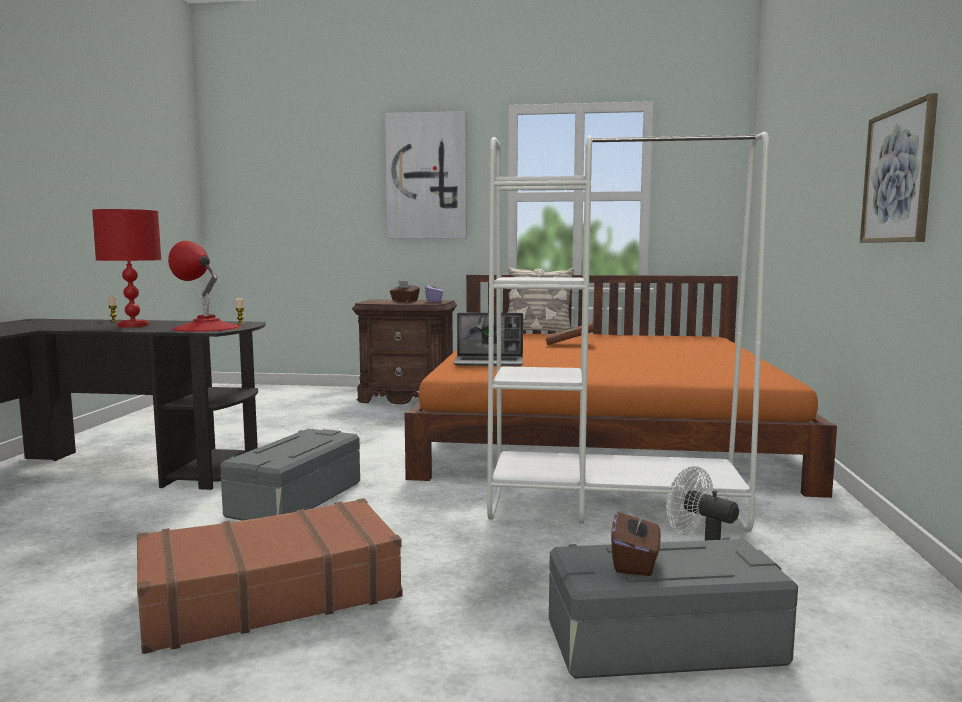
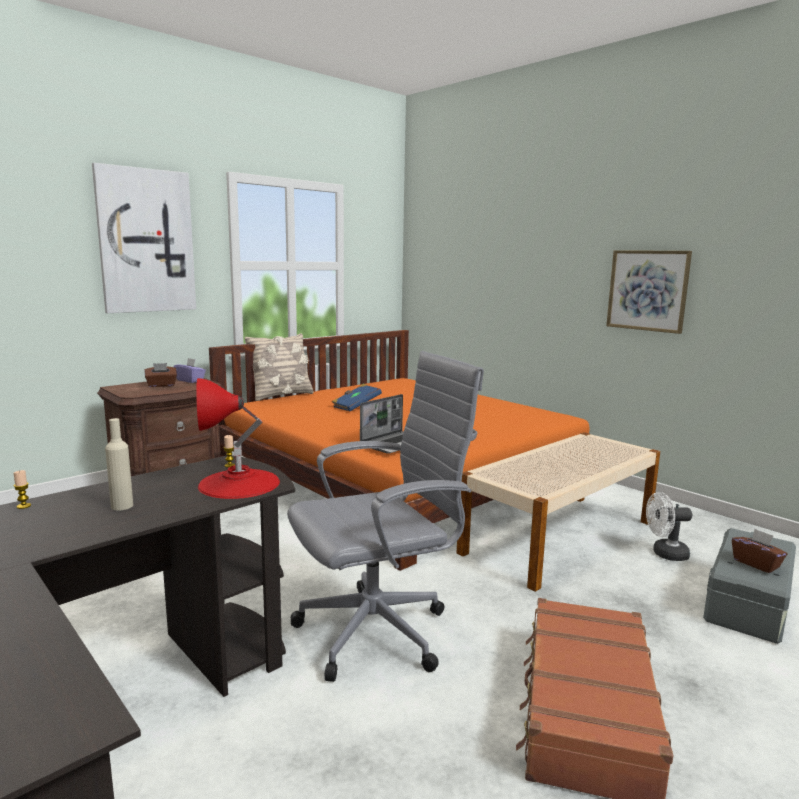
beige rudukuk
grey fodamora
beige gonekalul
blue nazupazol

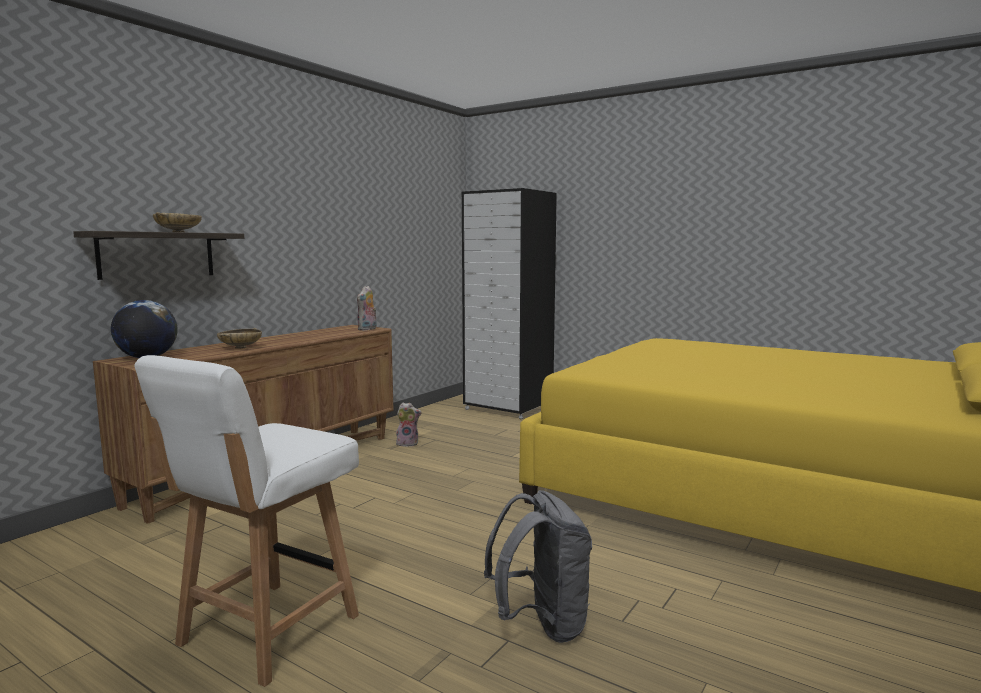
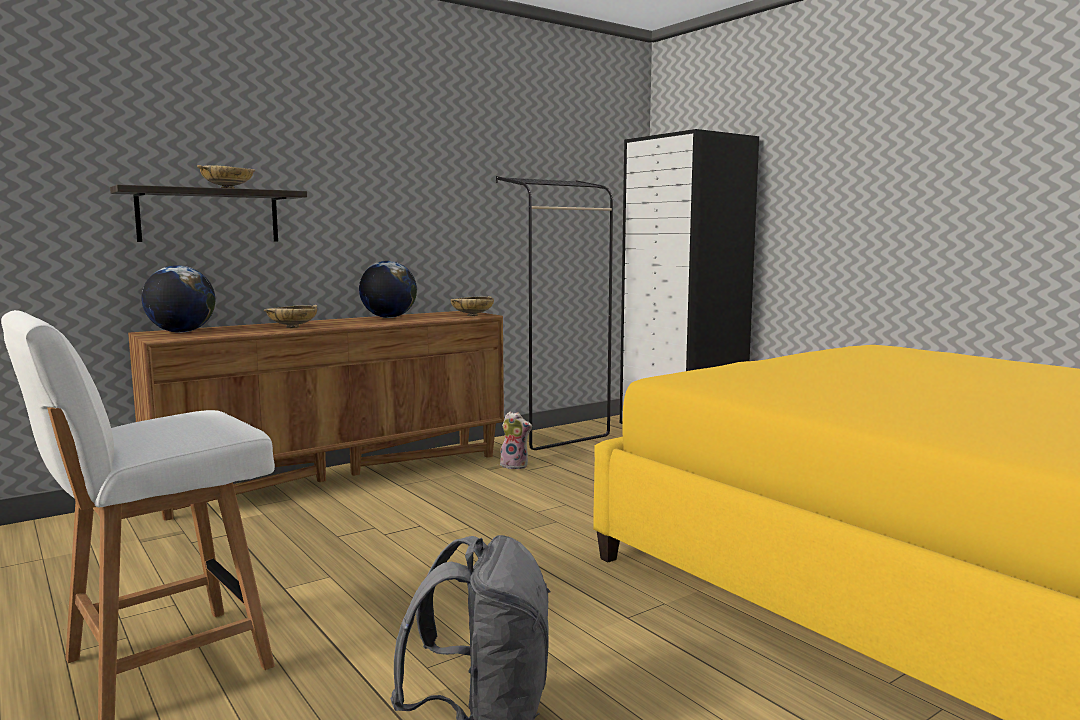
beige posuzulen (3rd from left)
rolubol (2nd from left)
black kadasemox

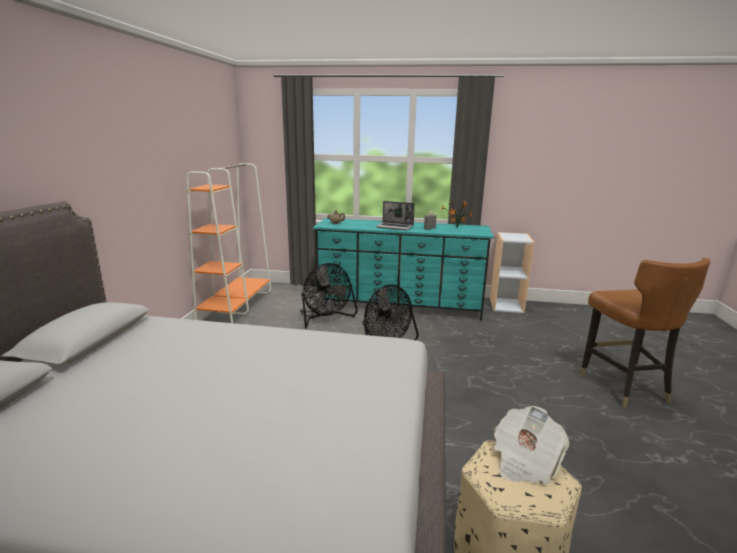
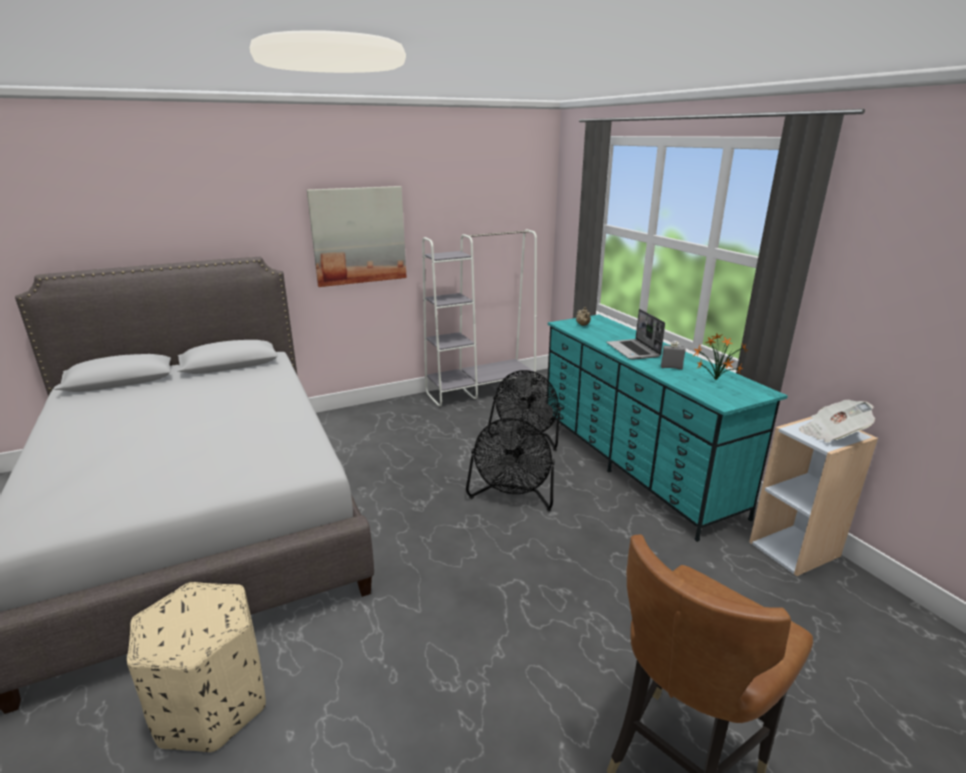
grey kadasemox
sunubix
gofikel

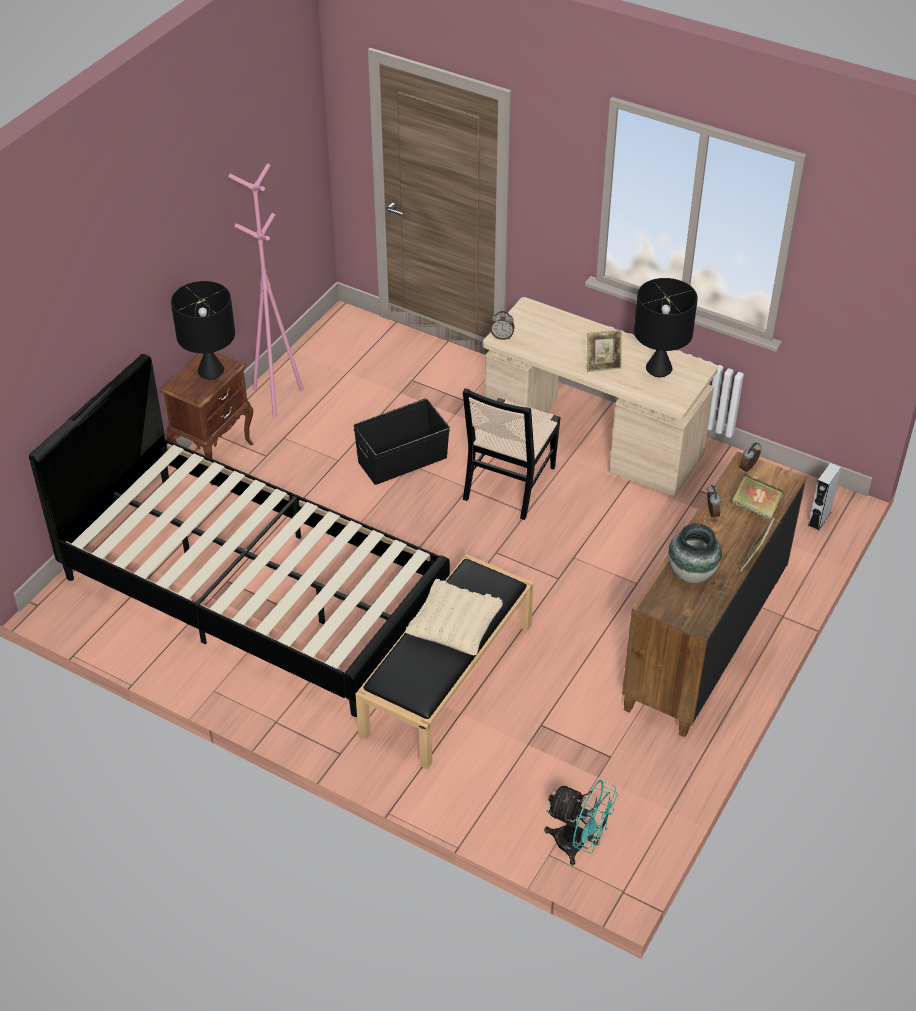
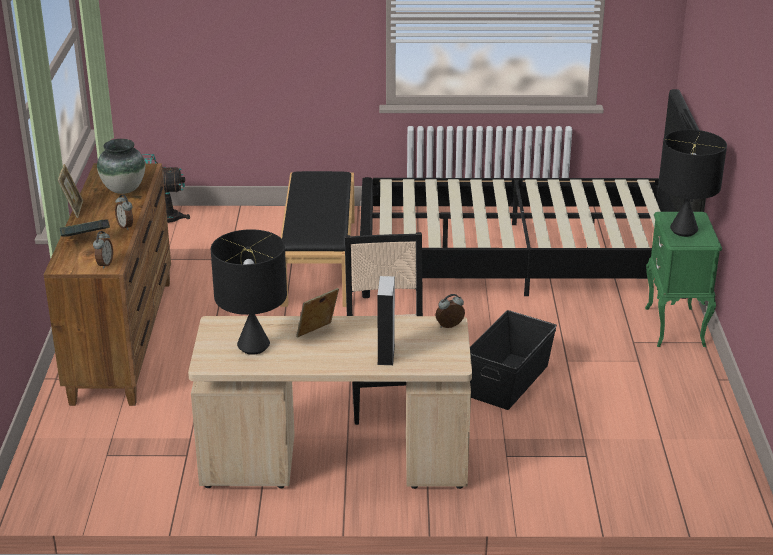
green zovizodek
pink kadasemox
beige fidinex
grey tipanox

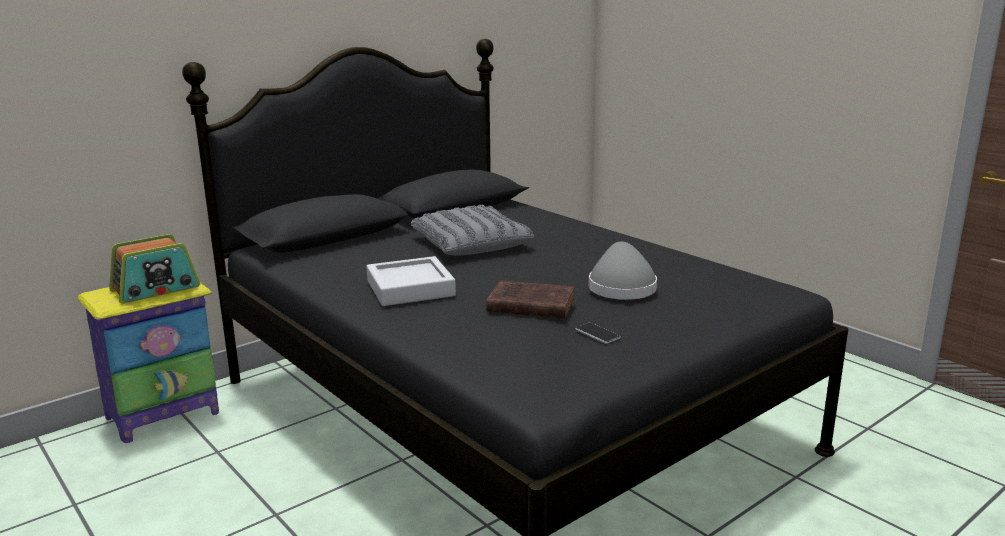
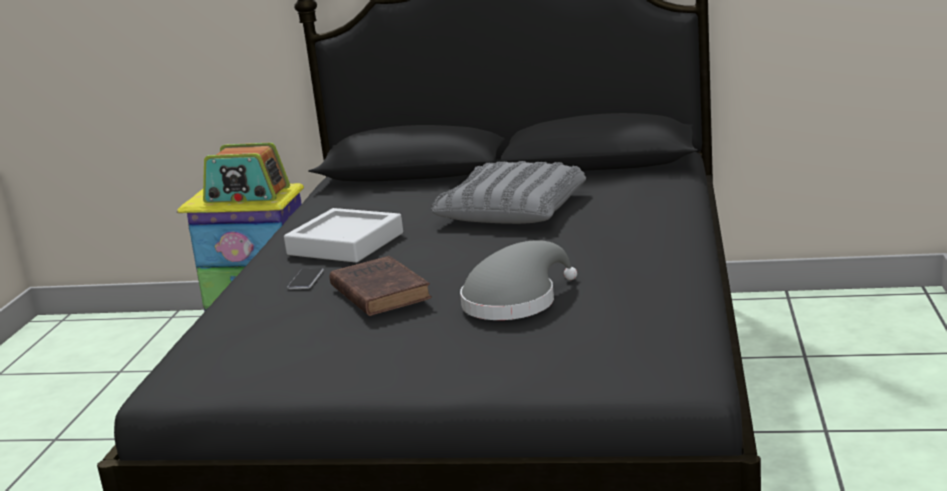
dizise

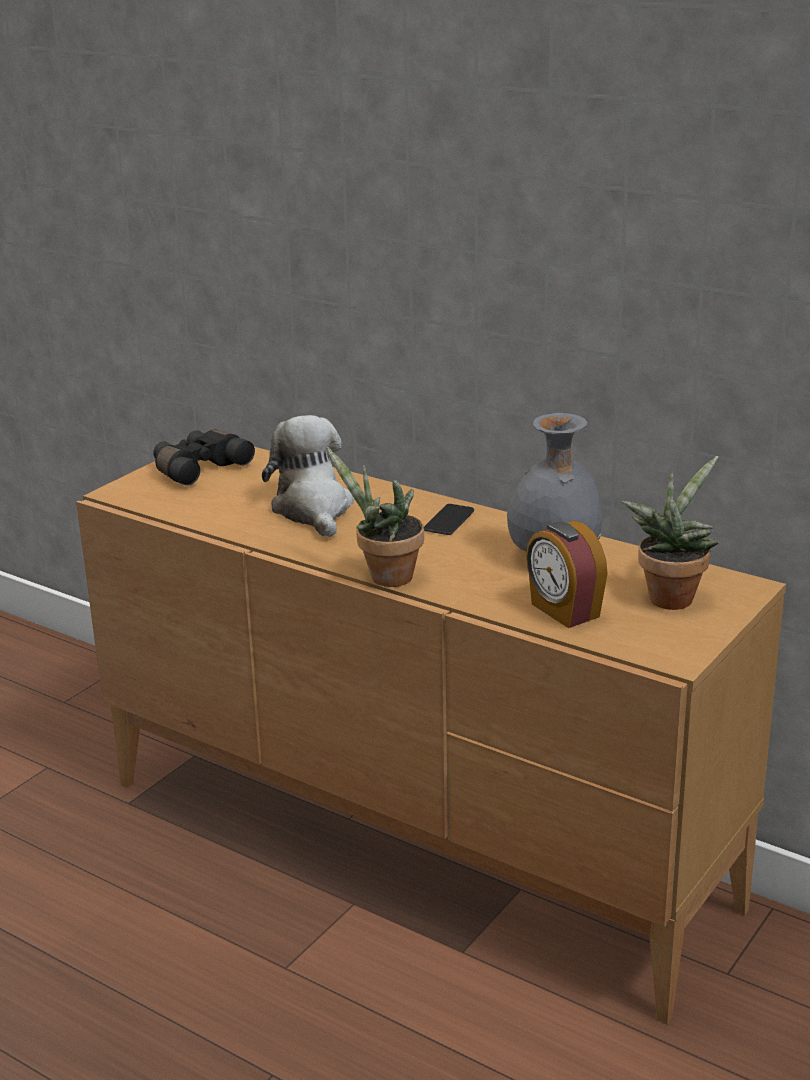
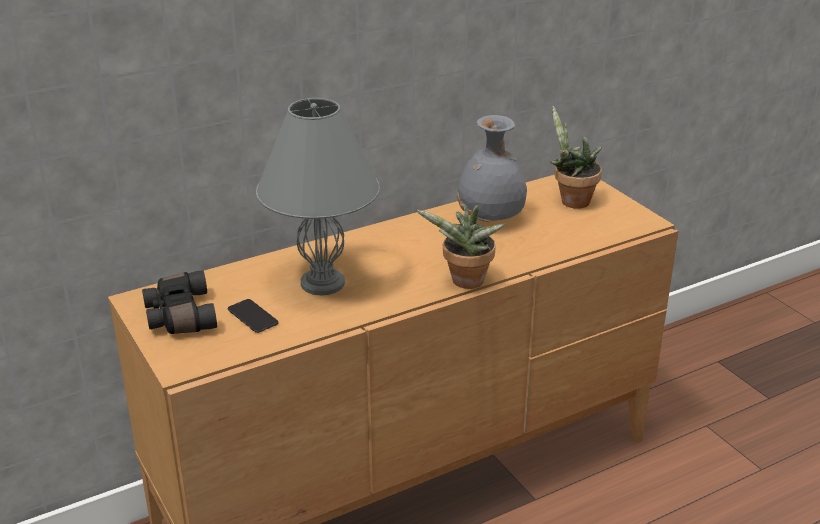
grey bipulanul
dizise
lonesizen

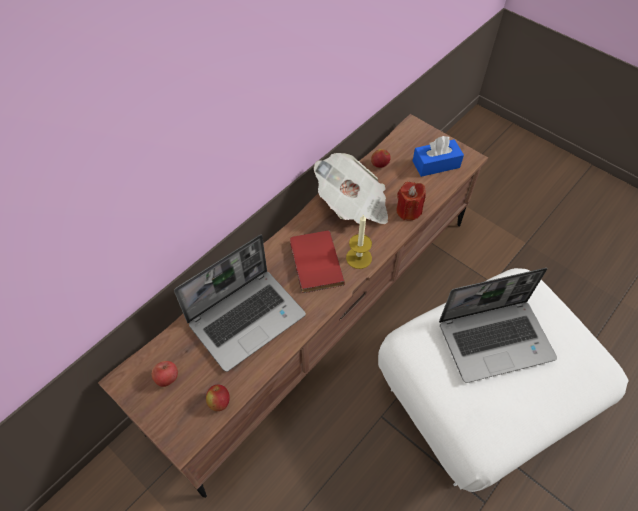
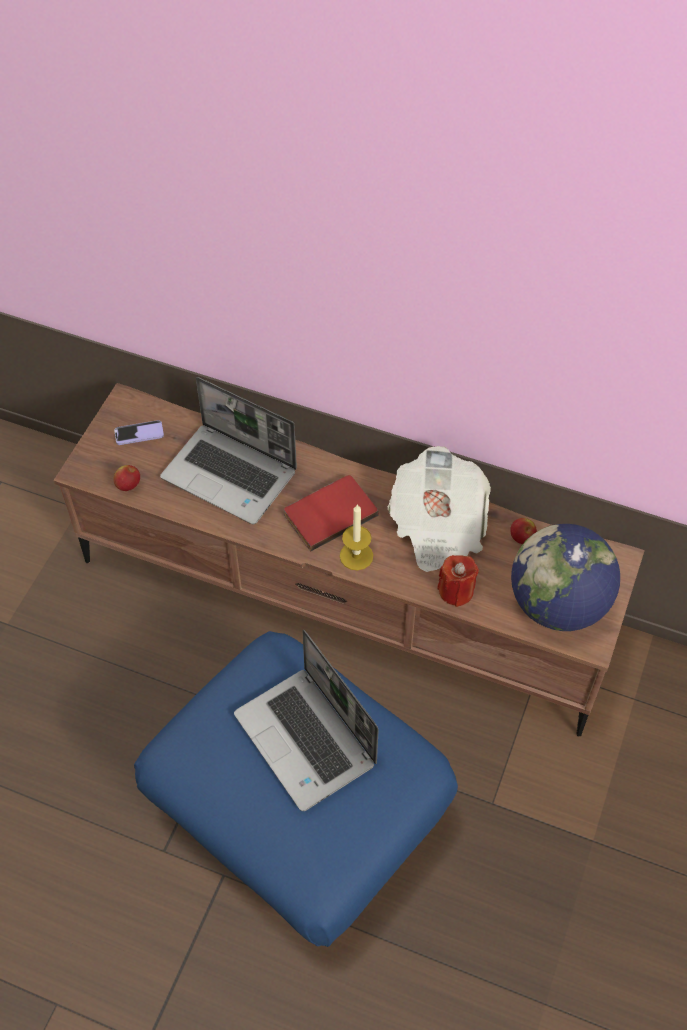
dizise
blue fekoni
rolubol

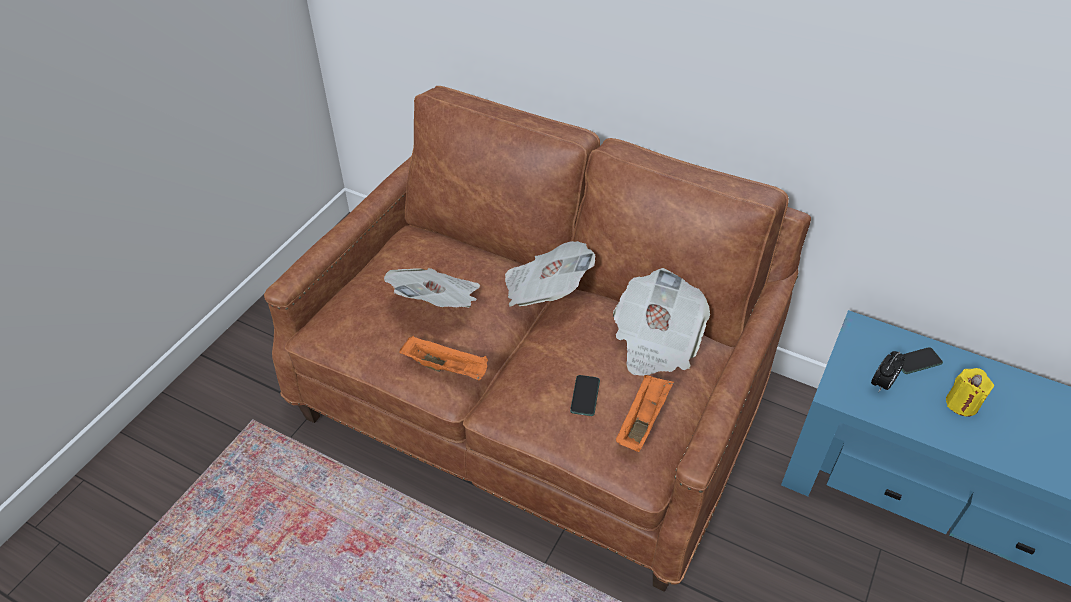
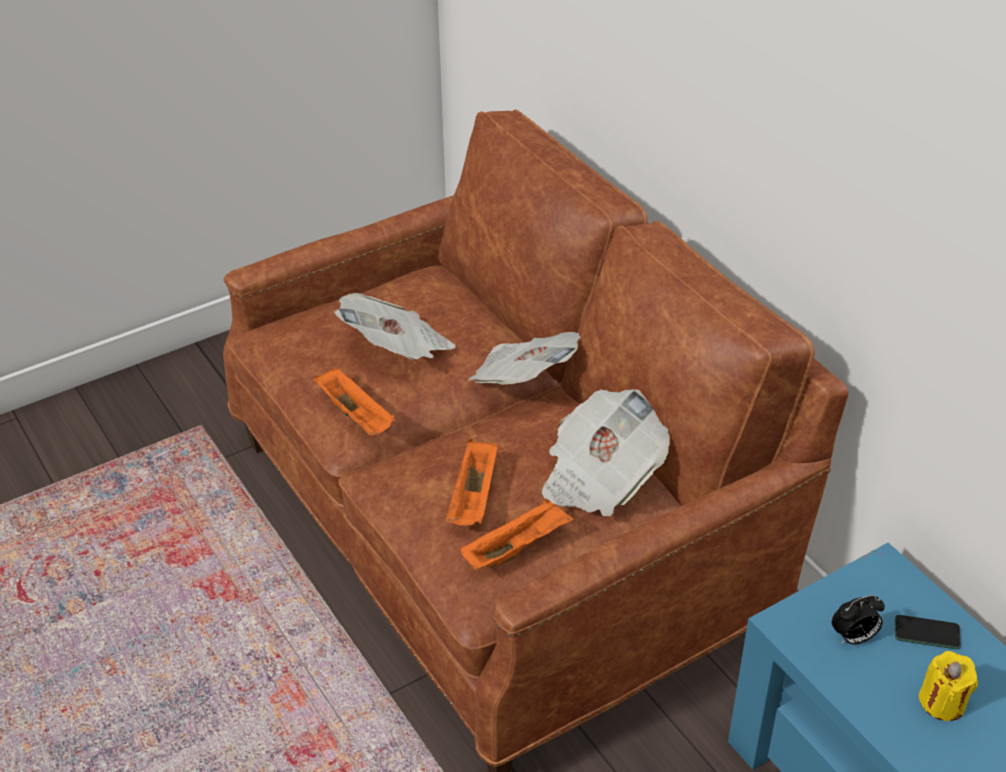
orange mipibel (2nd from left)

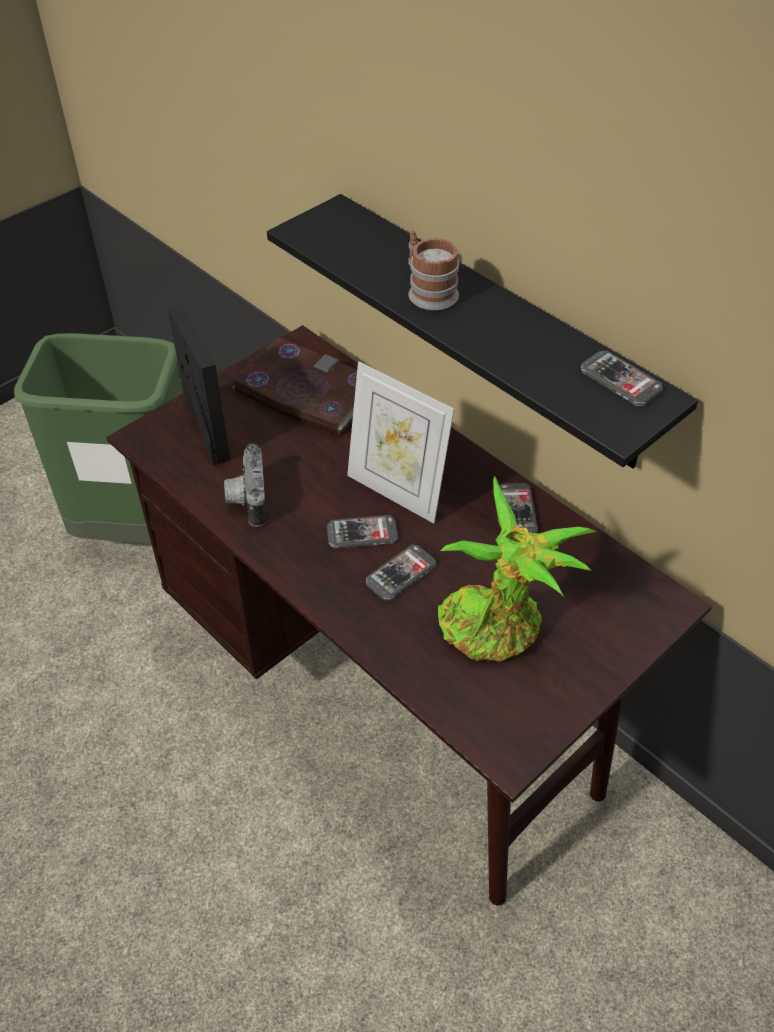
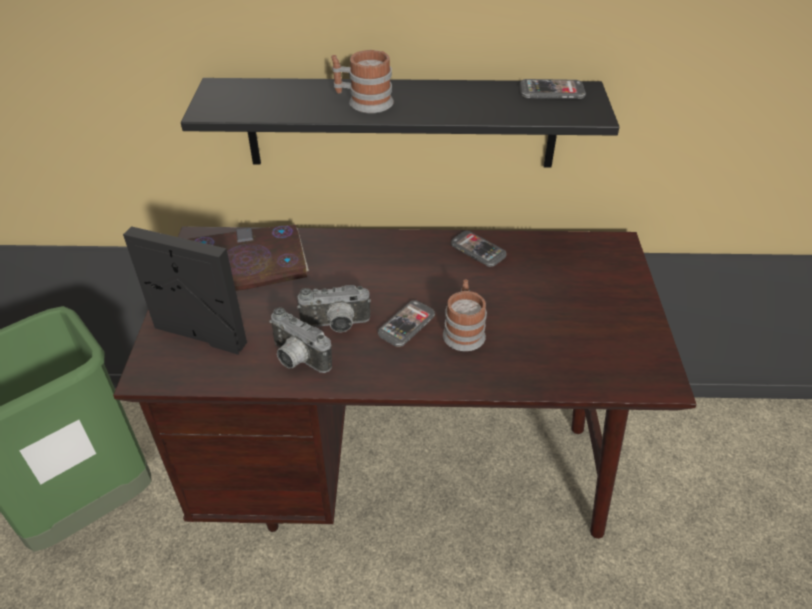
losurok (2nd from left in the first image)
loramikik (2nd from left)
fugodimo
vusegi (2nd from left)

